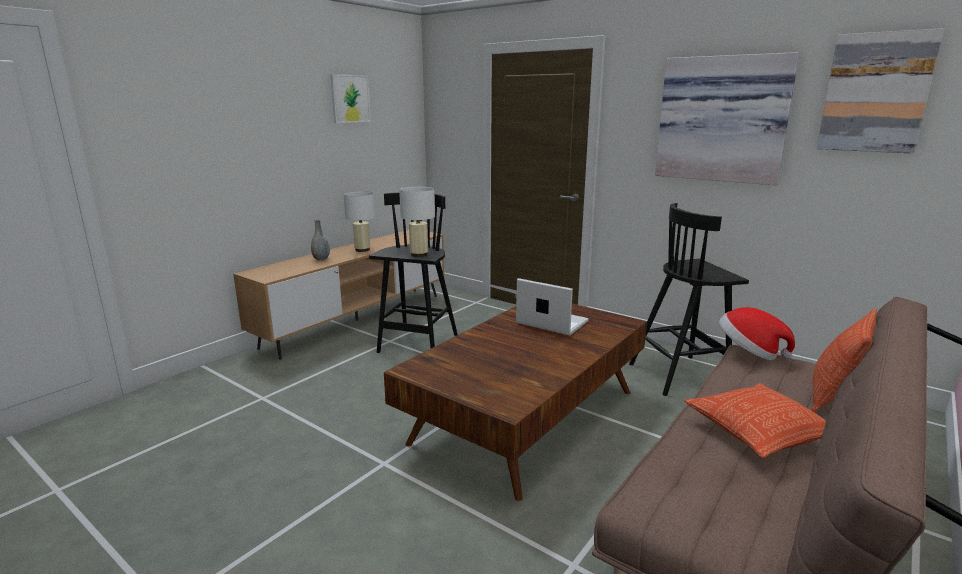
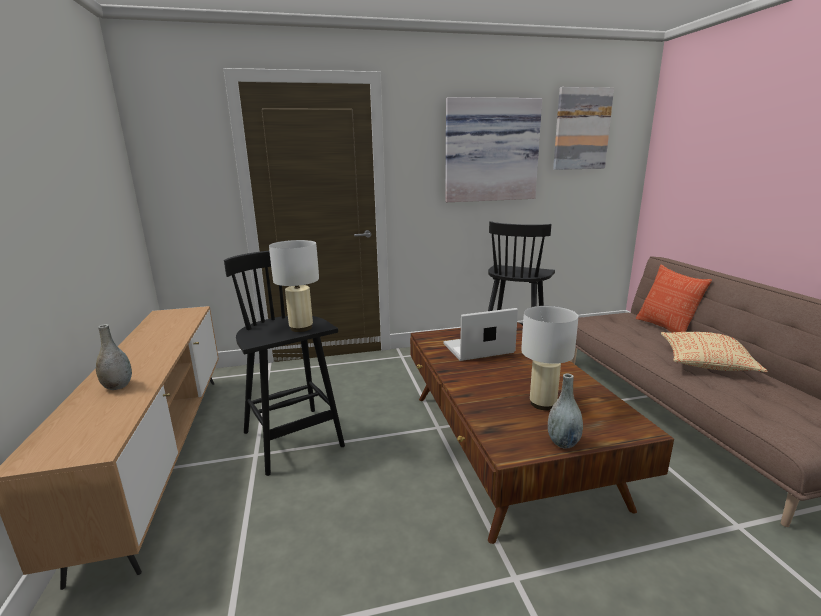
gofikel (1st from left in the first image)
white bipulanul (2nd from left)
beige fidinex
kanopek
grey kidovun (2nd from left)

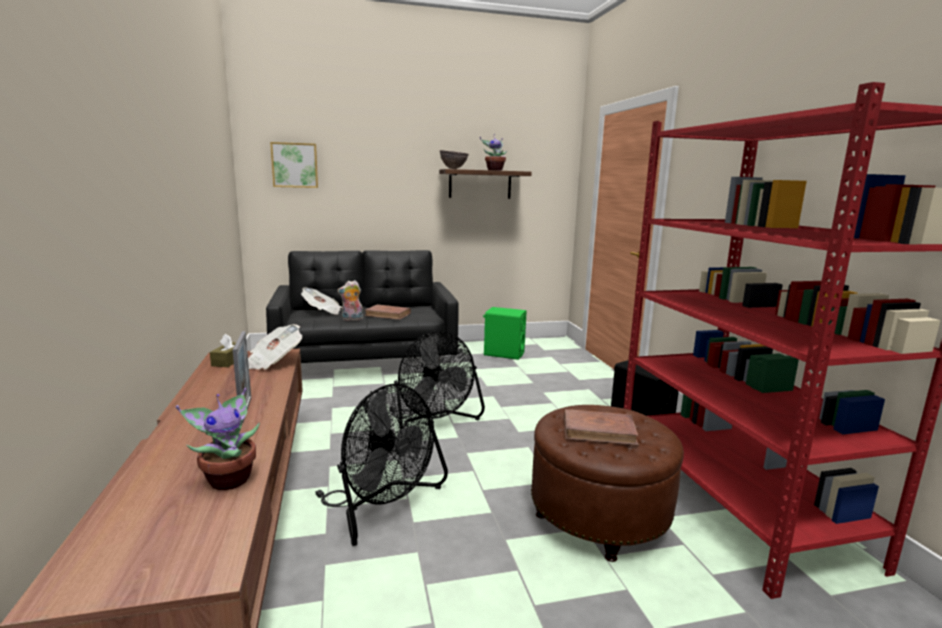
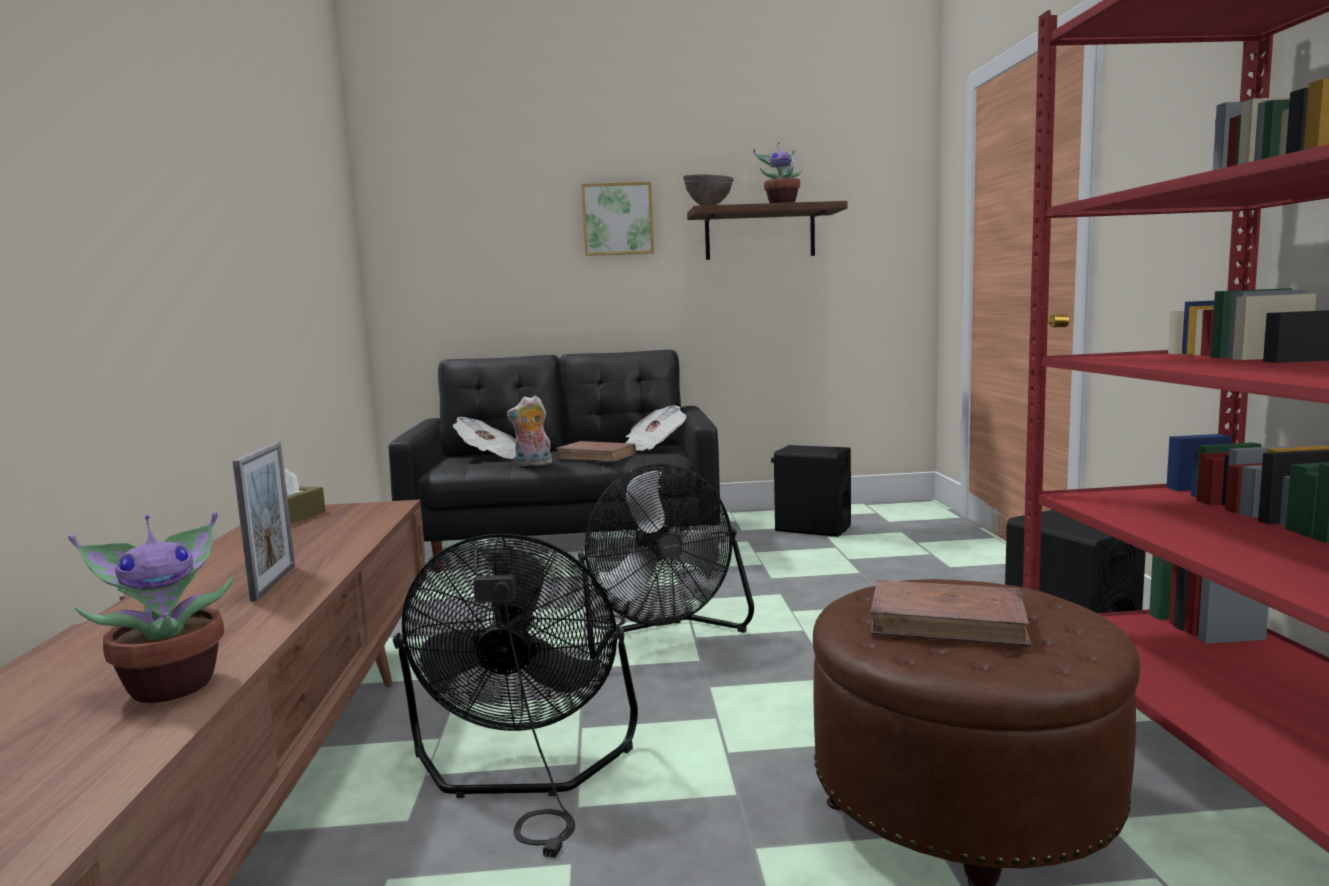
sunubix (2nd from left)
gofikel
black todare (1st from left)
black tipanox (1st from left)

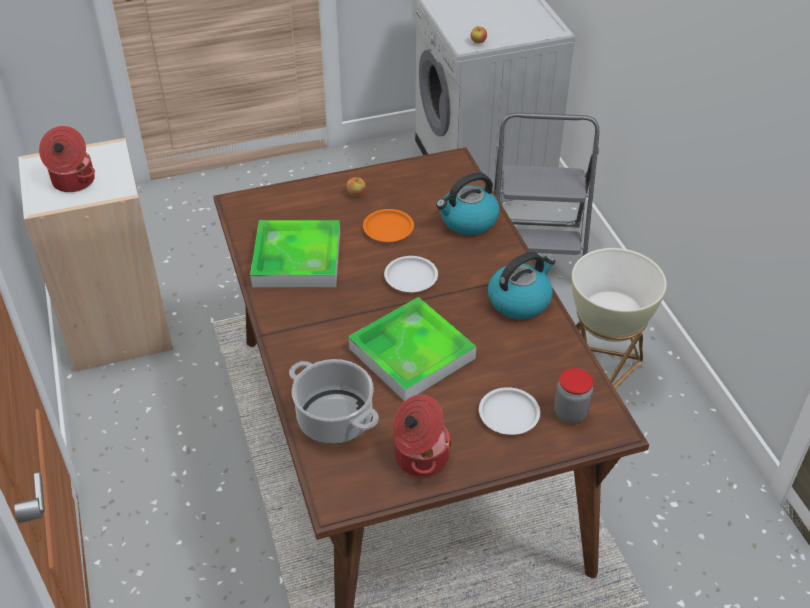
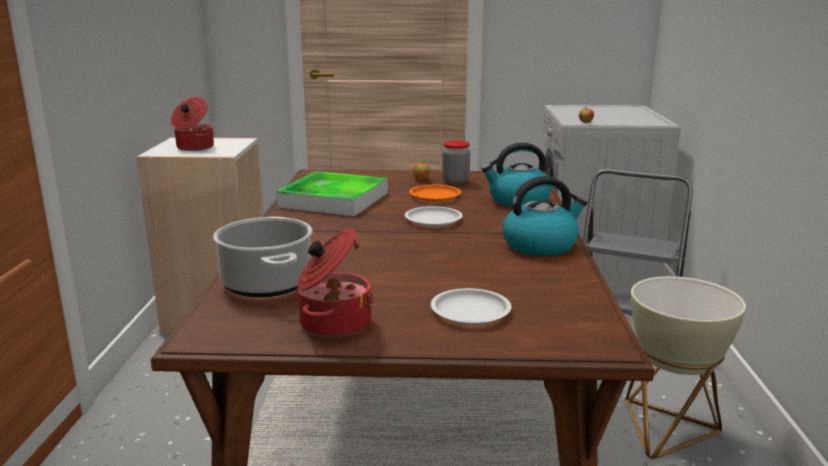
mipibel (2nd from left in the first image)
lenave

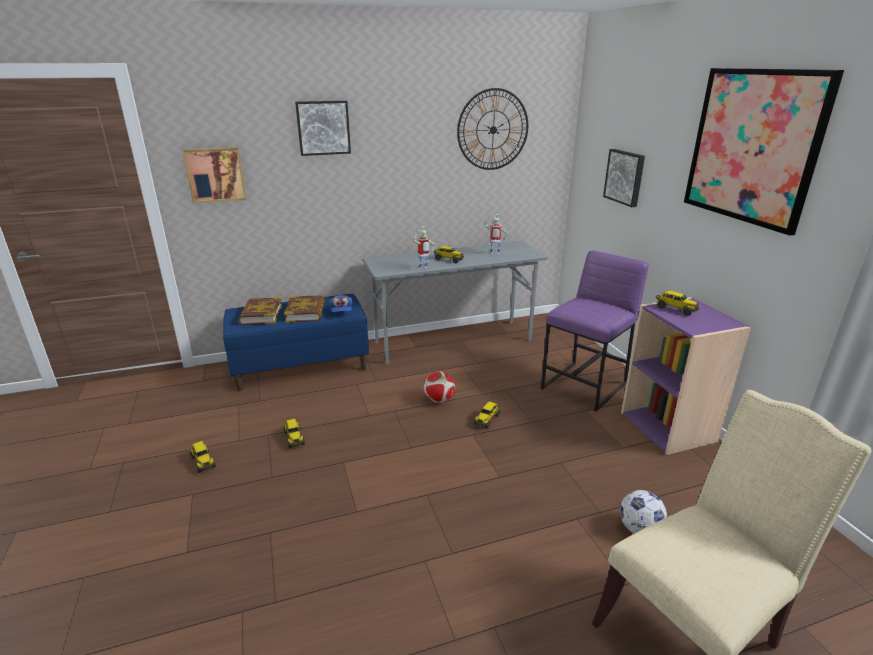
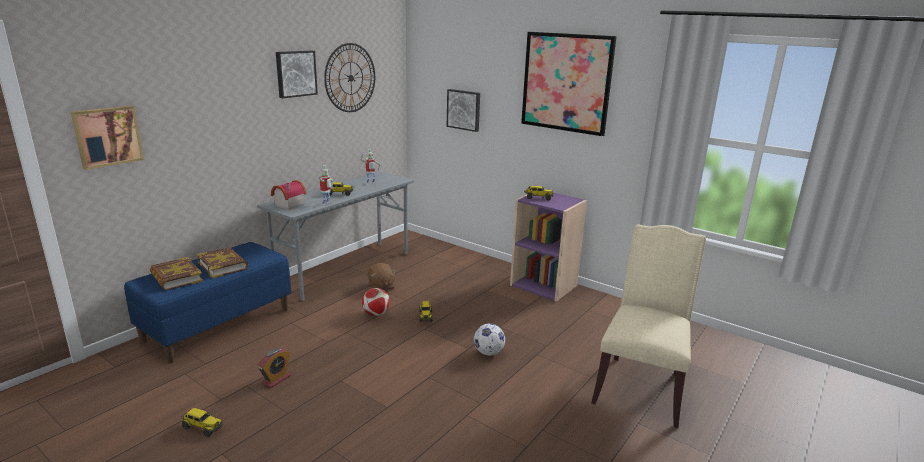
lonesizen
gofikel (2nd from left)
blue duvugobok
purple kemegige
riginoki (2nd from left)
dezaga
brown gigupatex

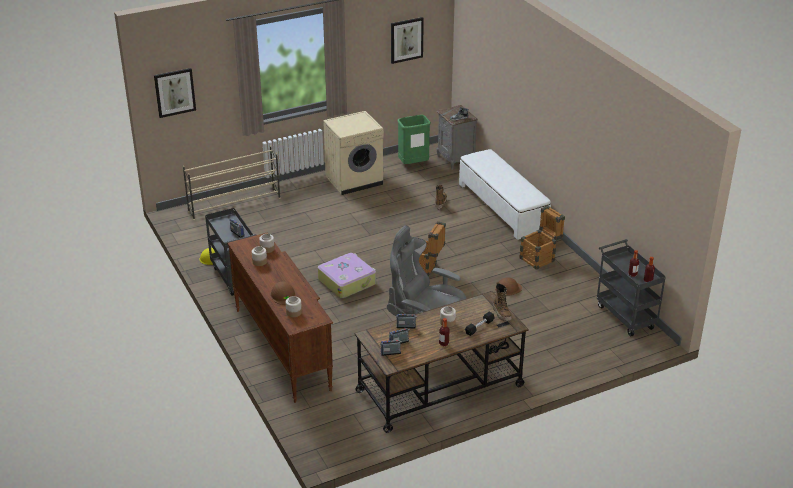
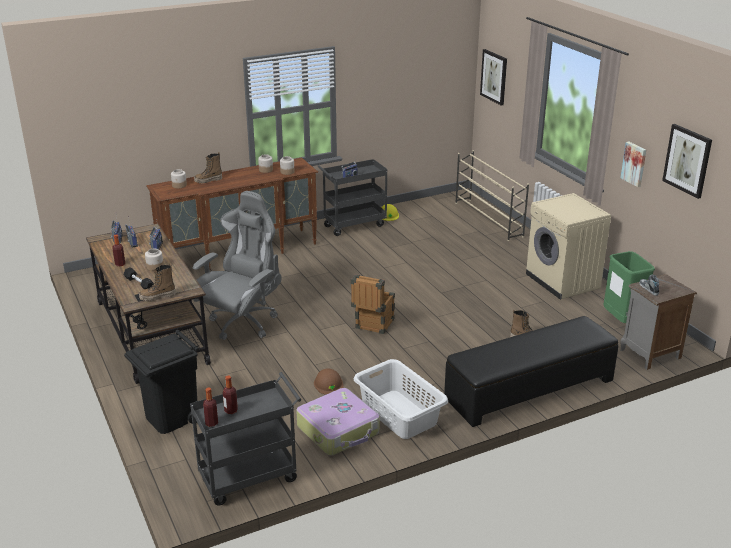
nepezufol (2nd from left)
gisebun
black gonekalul
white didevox
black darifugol
gofikel (2nd from left)

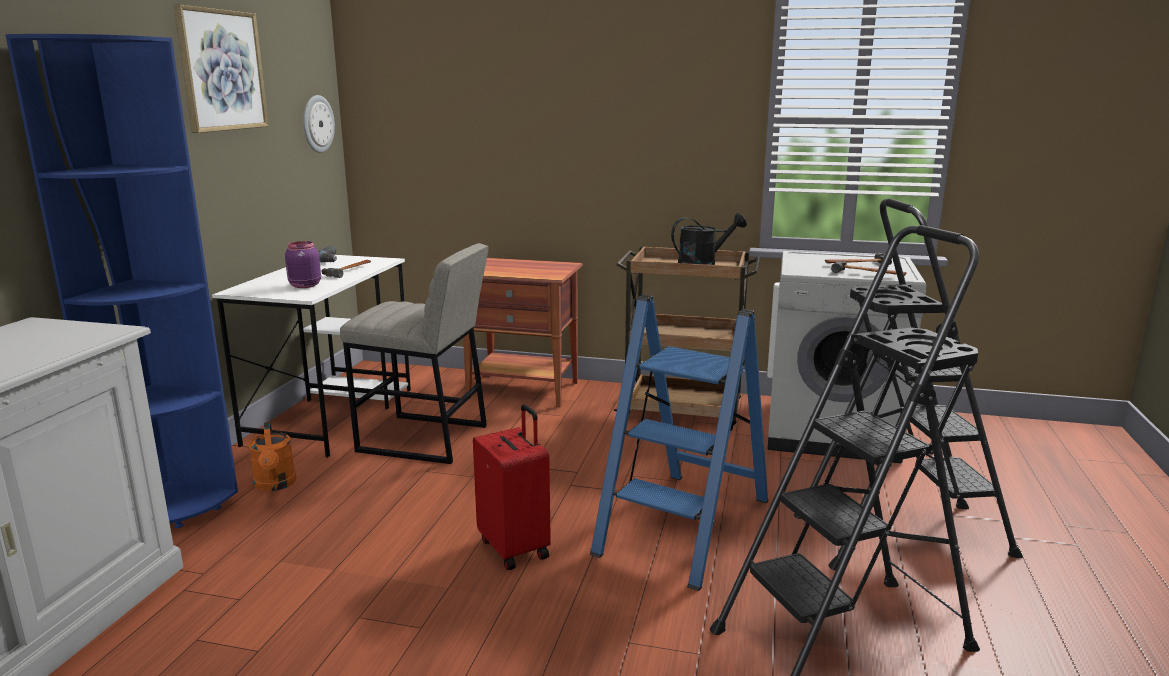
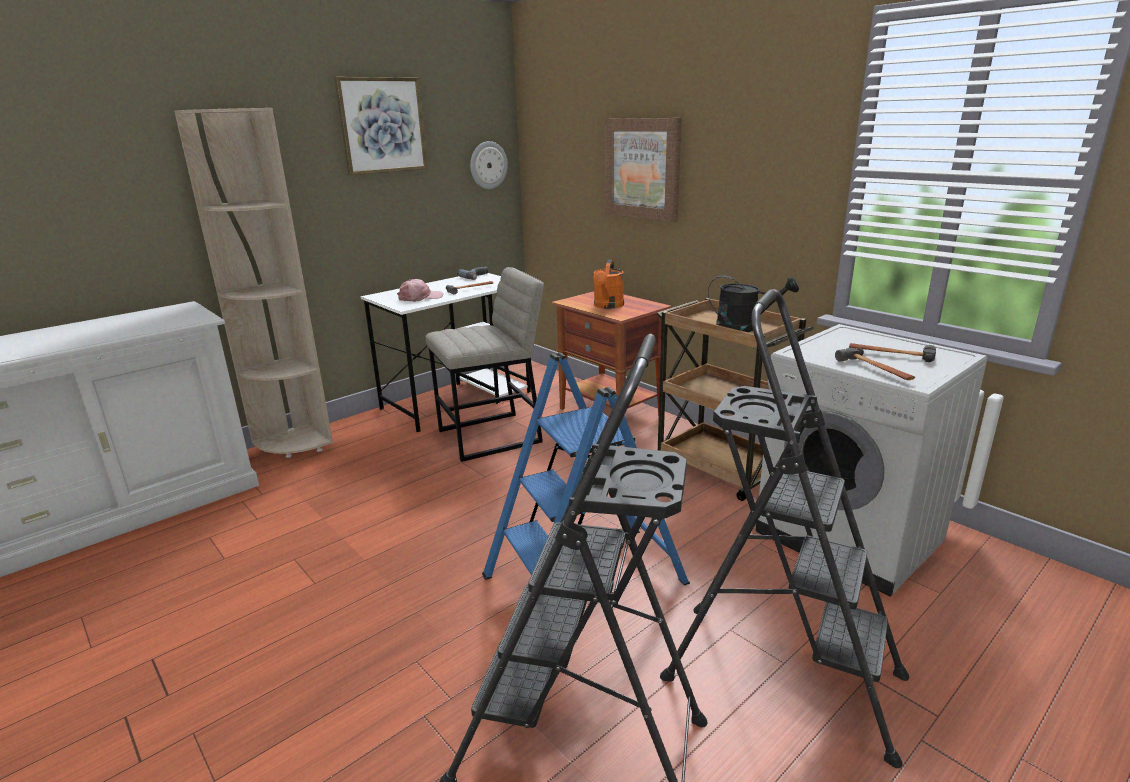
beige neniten
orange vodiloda
pink duvugobok
grey kemegige
red gisebun
gofikel (2nd from left)

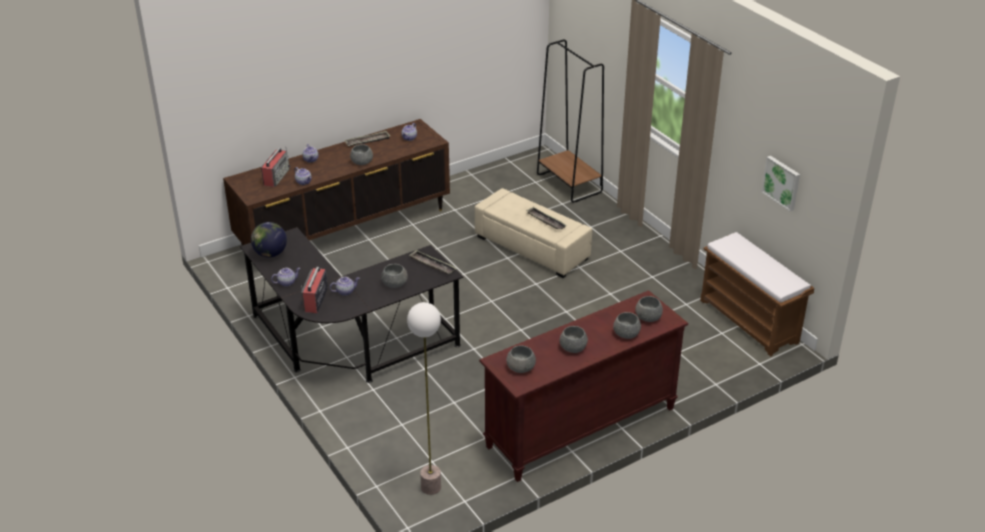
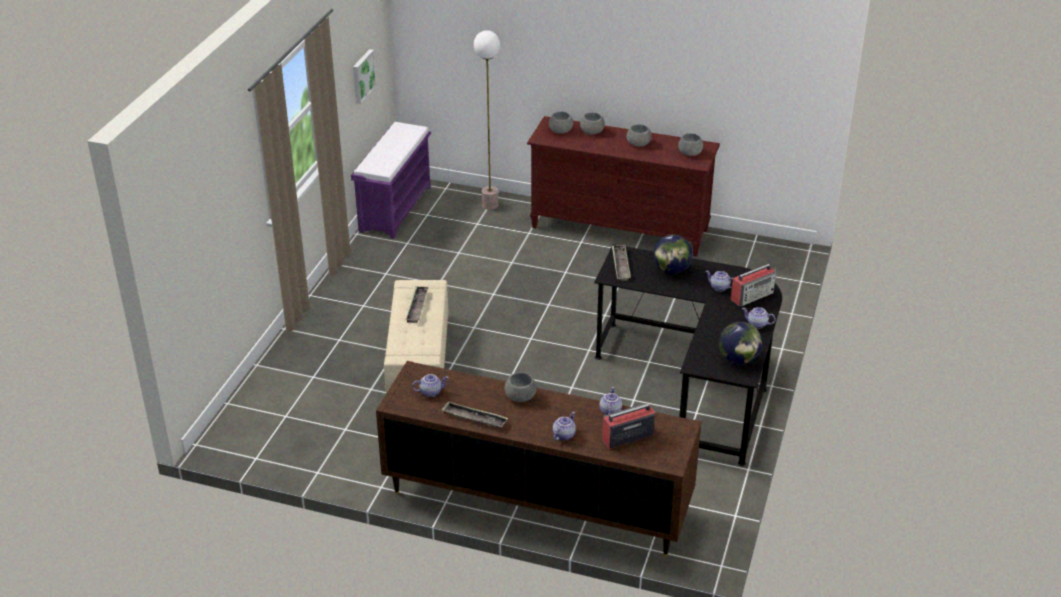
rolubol (1st from left)
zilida
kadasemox
purple gonekalul

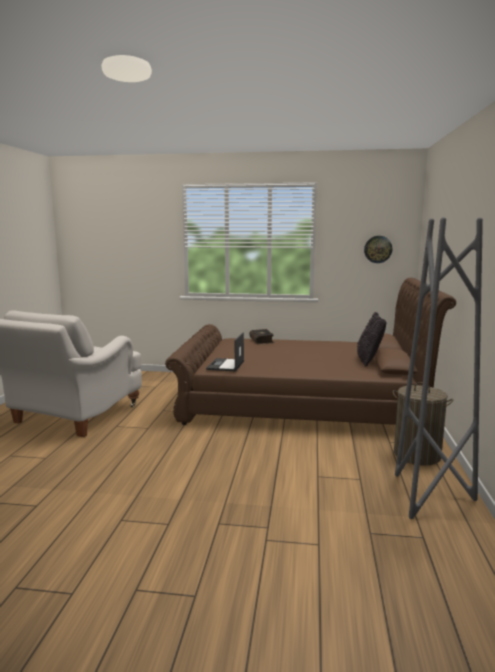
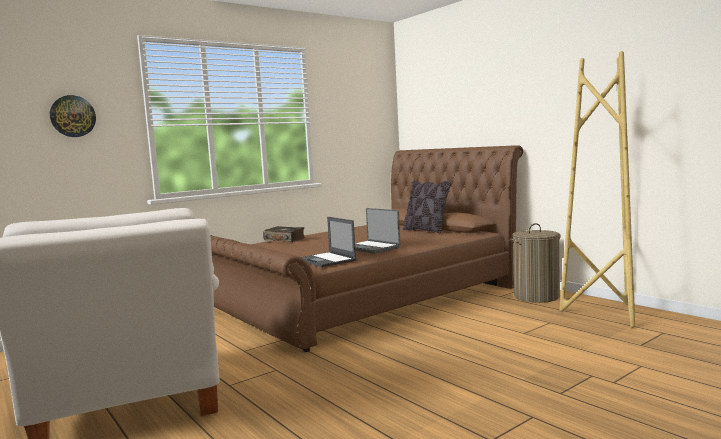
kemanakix
yellow kadasemox
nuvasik (2nd from left)

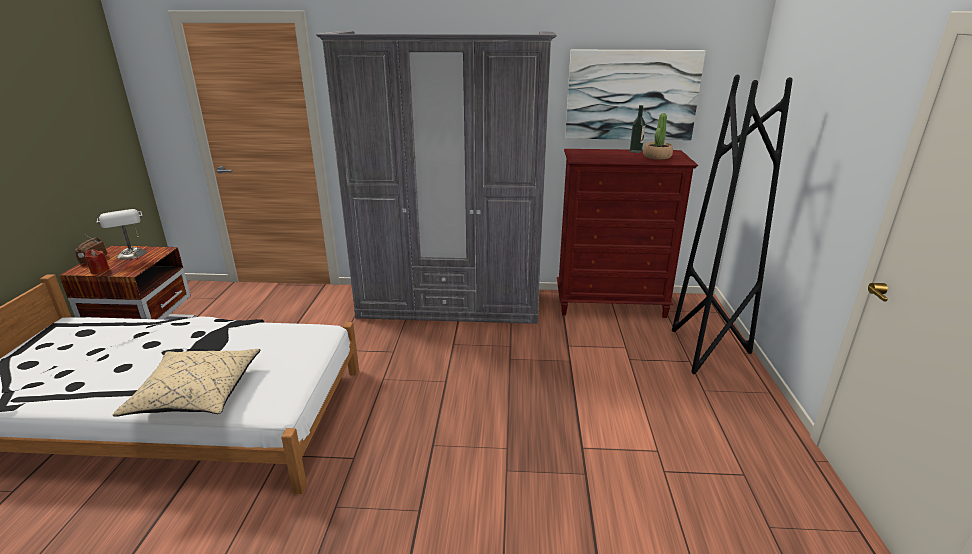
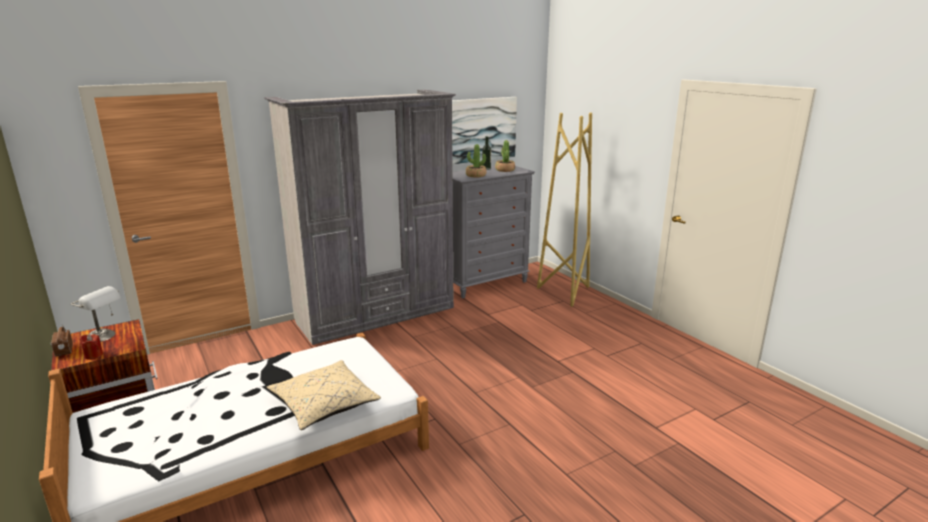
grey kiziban
yellow kadasemox
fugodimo (1st from left)

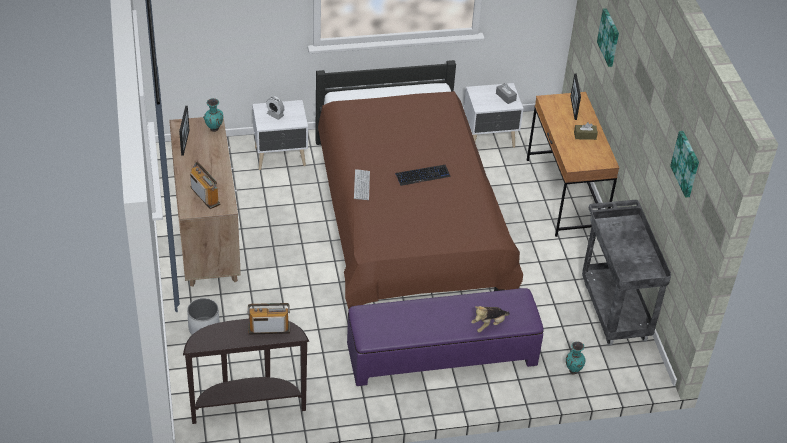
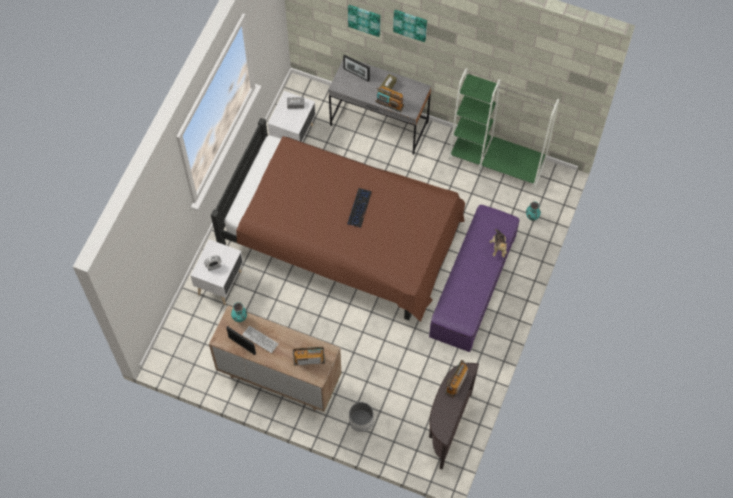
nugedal (1st from left)
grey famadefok
green kadasemox
gofikel (2nd from left)
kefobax (2nd from left)

